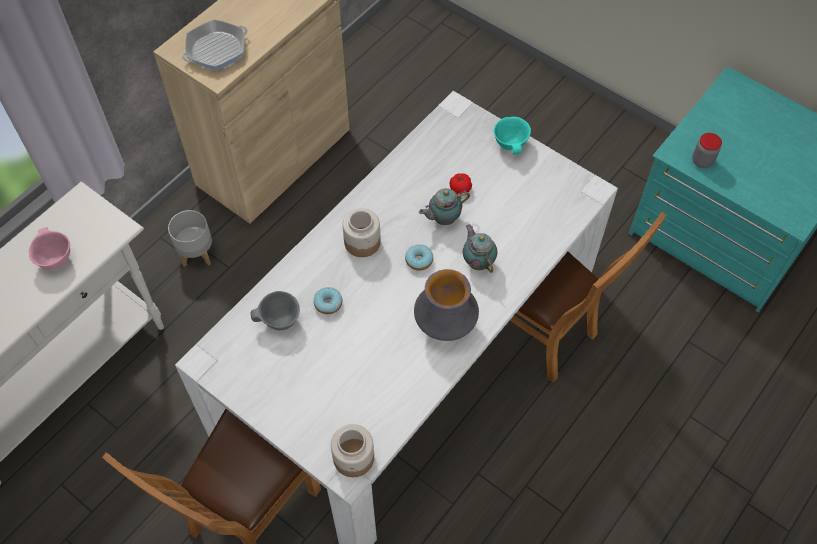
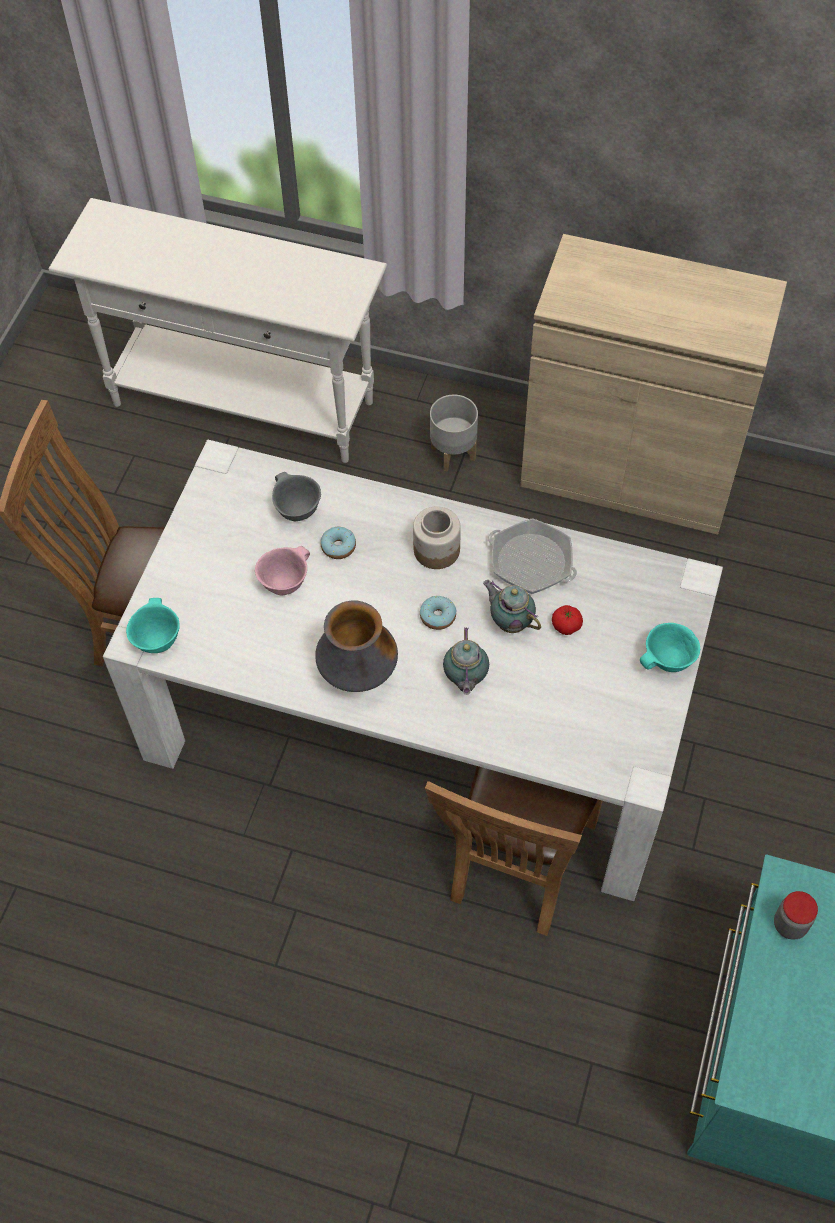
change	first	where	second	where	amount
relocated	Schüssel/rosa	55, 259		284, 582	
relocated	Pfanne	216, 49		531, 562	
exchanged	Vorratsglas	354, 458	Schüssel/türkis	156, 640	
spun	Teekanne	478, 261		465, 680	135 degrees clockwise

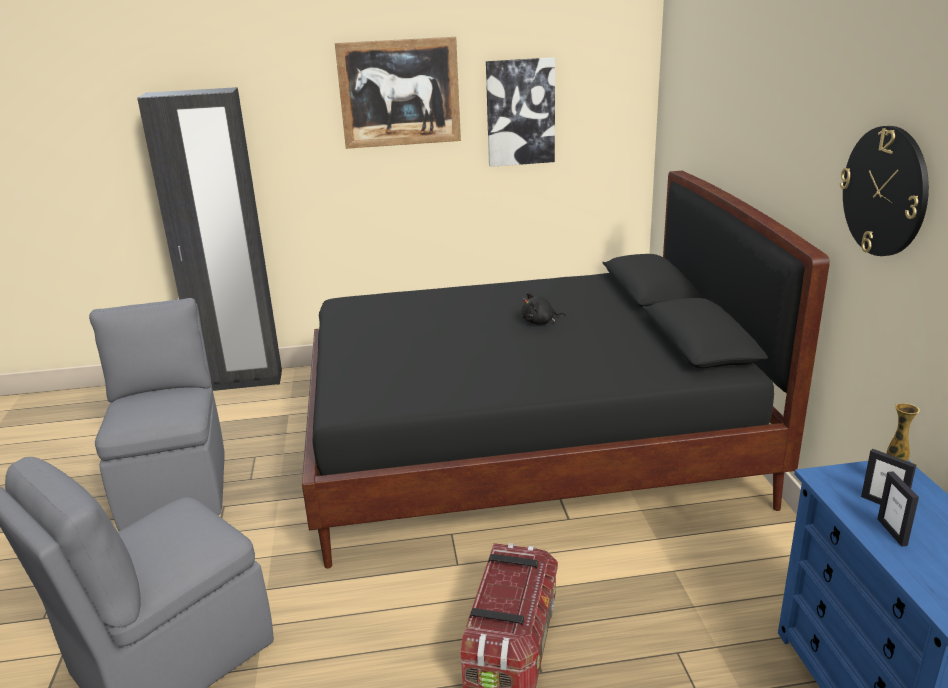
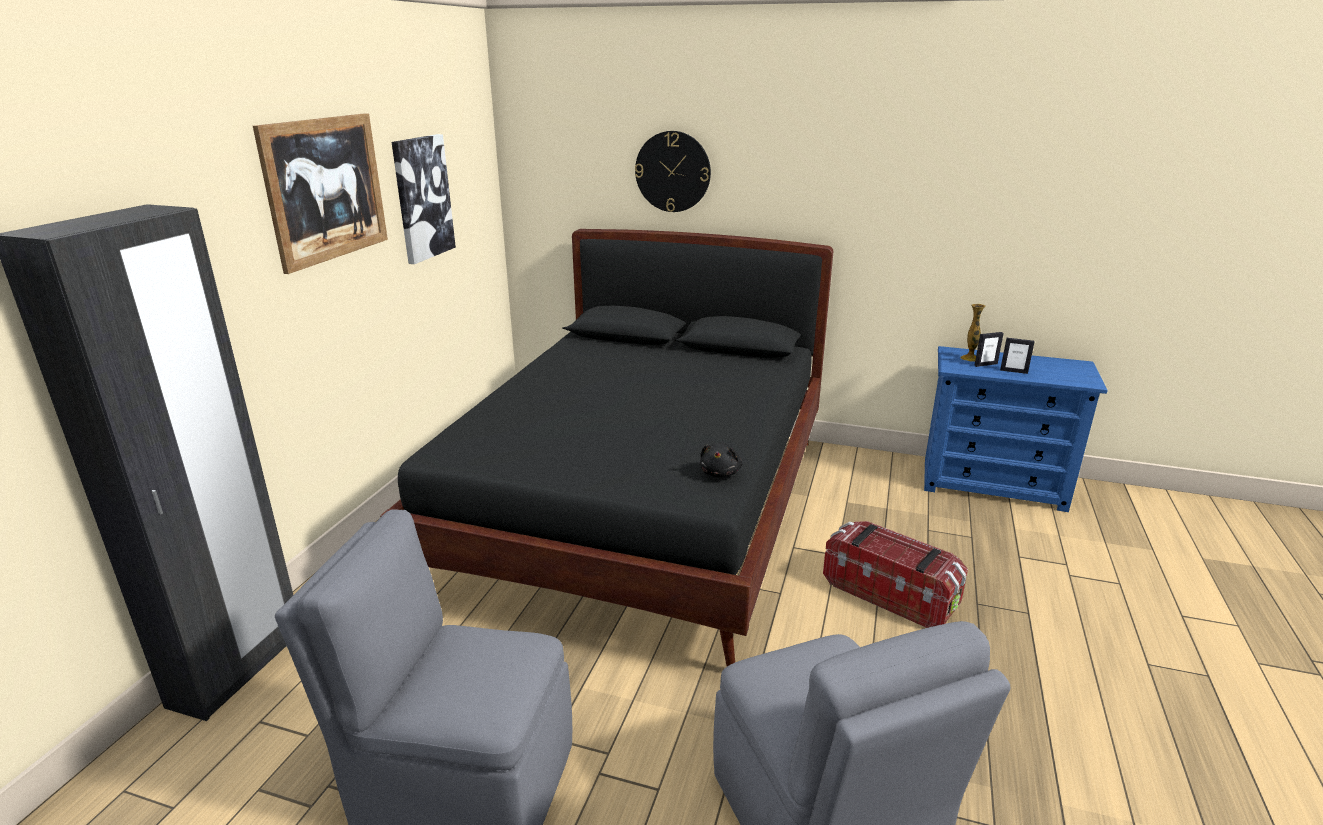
change	first	where	second	where	amount
relocated	Plüschtier/schwarz	540, 322		720, 473	
relocated	Wanduhr	885, 191		673, 171	

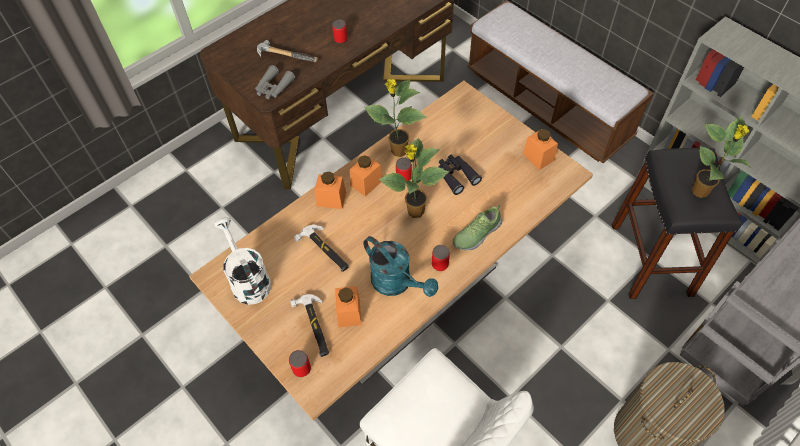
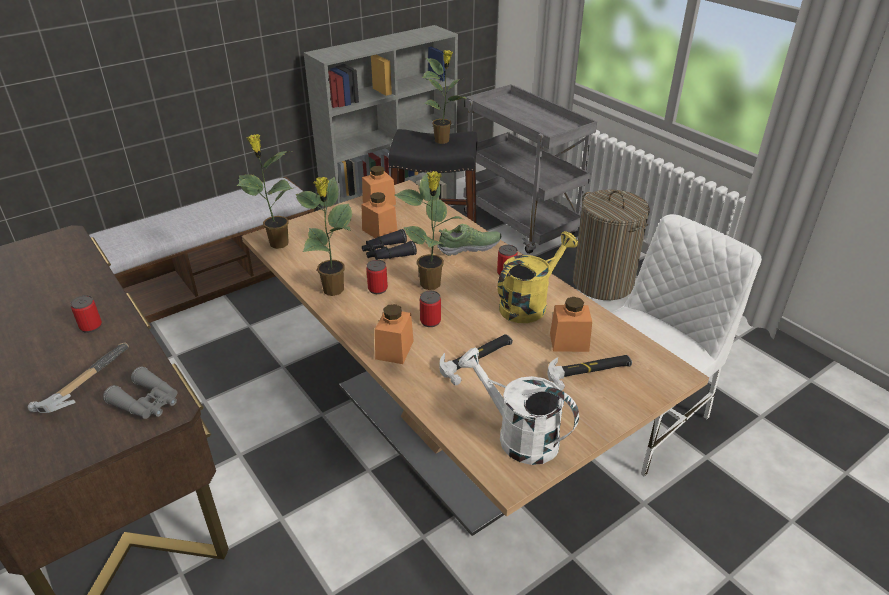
change	first	where	second	where	amount
spun	Gießkanne/weiß	247, 279		518, 436	60 degrees clockwise
relocated	Dose	301, 369		430, 321	
relocated	Vorratsglas/orange	366, 183		379, 231	
colour	Gießkanne/türkis	397, 283	Gießkanne/gelb	529, 304	
spun	Schuh	476, 234		469, 247	75 degrees counterclockwise
appeared			Topfpflanze	277, 243	

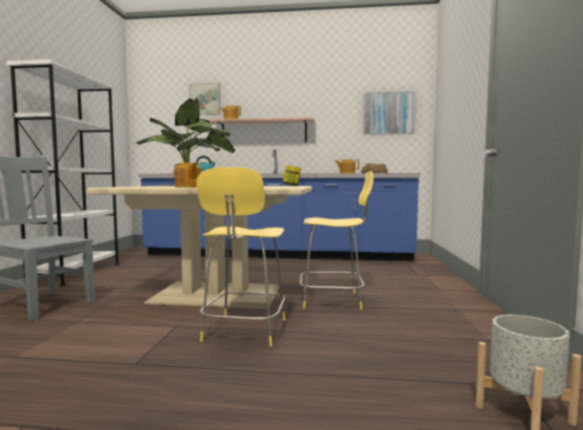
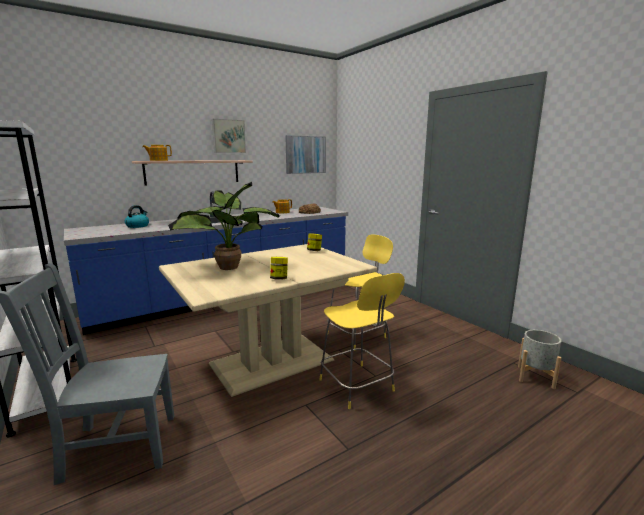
change	first	where	second	where	amount
exchanged	Teekanne	188, 187	Vorratsglas	279, 279	
relocated	Bild	205, 99		228, 136	

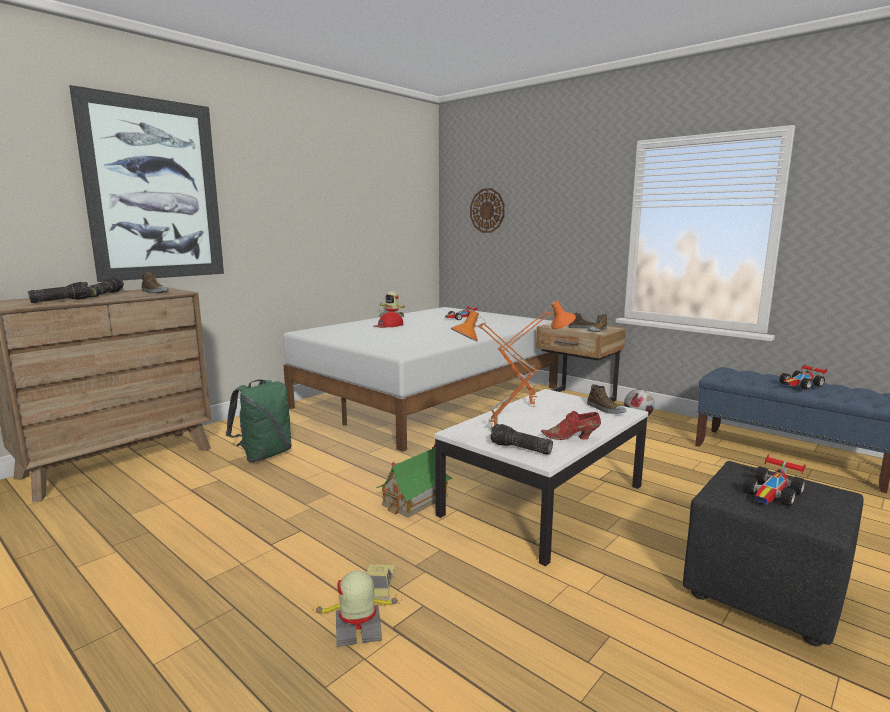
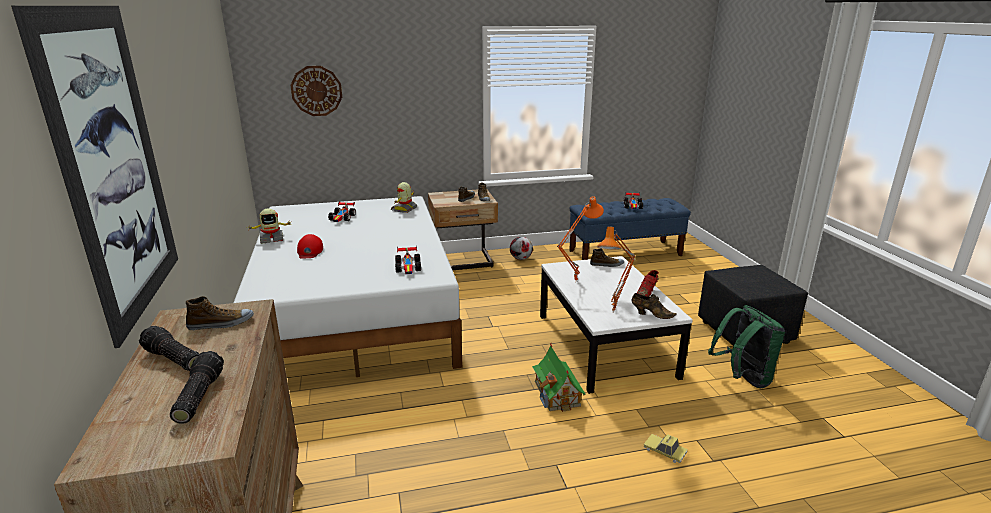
change	first	where	second	where	amount
relocated	Rucksack/grün	264, 455		742, 378	
relocated	Spielzeugroboter	358, 630		404, 209	
exchanged	Taschenlampe	520, 449	Schuh/braun	651, 314	
relocated	Spielzeugauto	774, 493		409, 267	

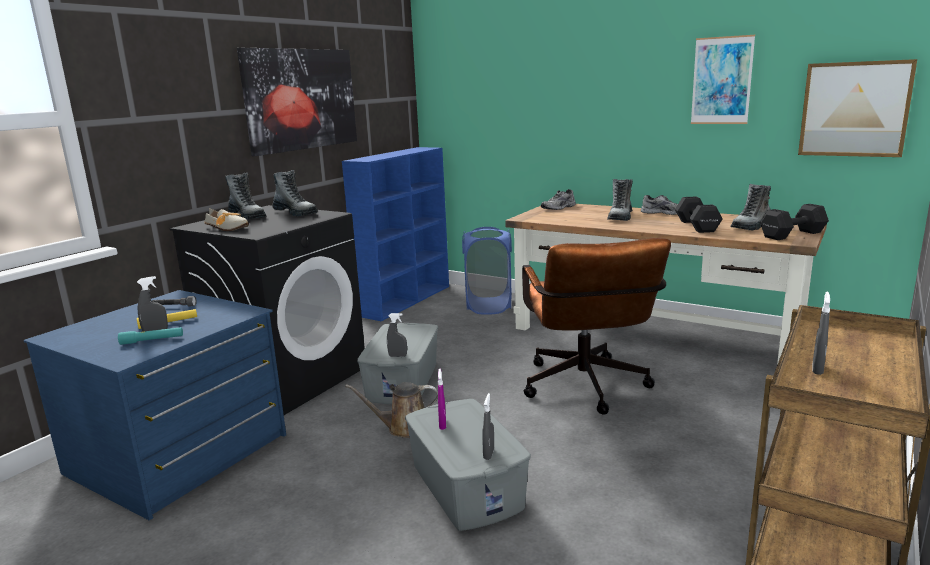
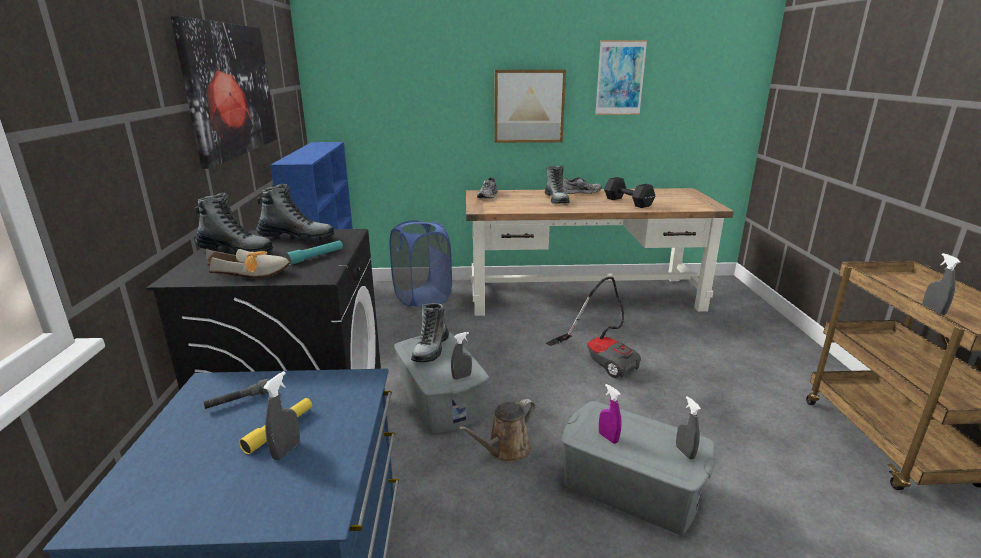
change	first	where	second	where	amount
relocated	Taschenlampe/türkis	152, 340		316, 257	
exchanged	Bürostuhl/braun	586, 390	Staubsauger	601, 359	
relocated	Stiefel	751, 226		431, 349	
missing	Hantel/schwarz	794, 234			
relocated	Bild	854, 109		529, 106	

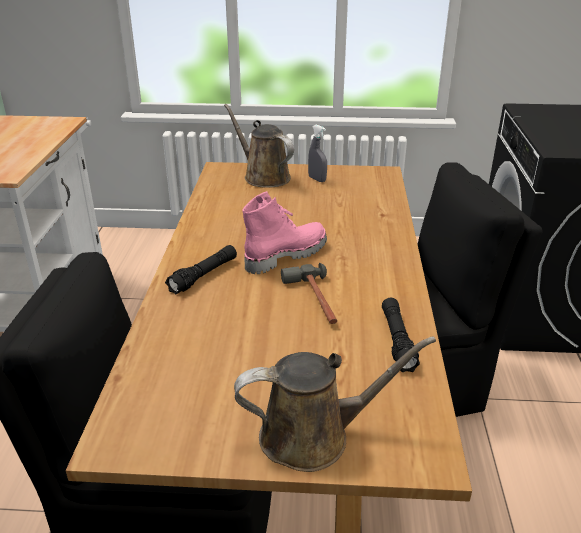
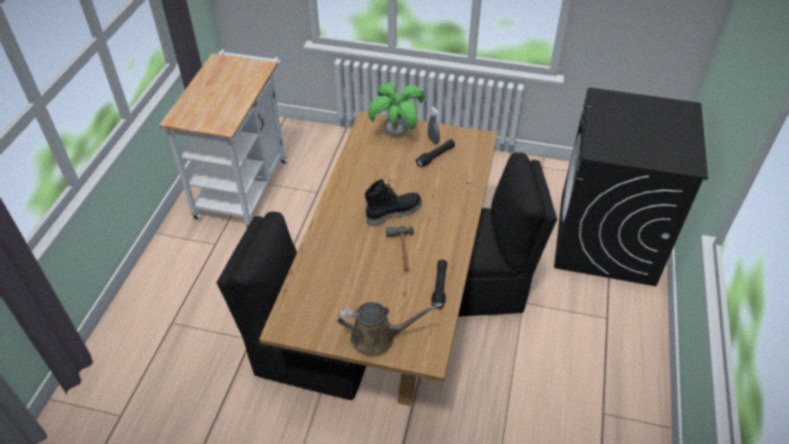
change	first	where	second	where	amount
relocated	Taschenlampe/schwarz	204, 276		435, 156	
exchanged	Gießkanne/braun	263, 176	Topfpflanze	396, 133	
colour	Stiefel/rosa	285, 255	Stiefel/schwarz	393, 212	

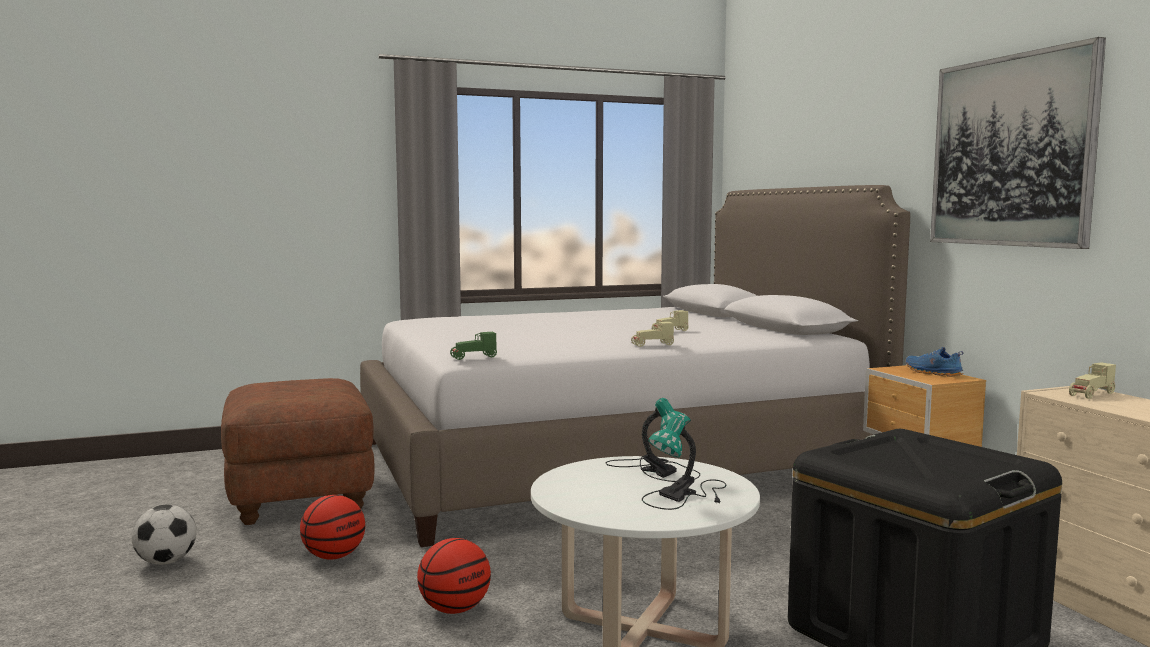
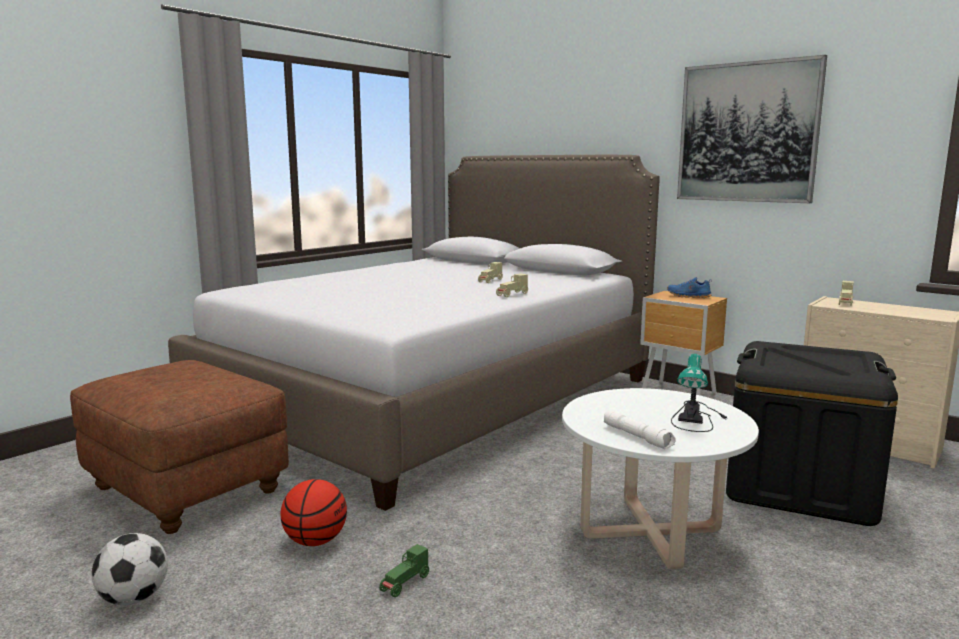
change	first	where	second	where	amount
missing	Basketball	454, 609			
relocated	Spielzeugauto/grün	473, 357		405, 584	
missing	Tischlampe	656, 470			
appeared			Taschenlampe/weiß	638, 437	

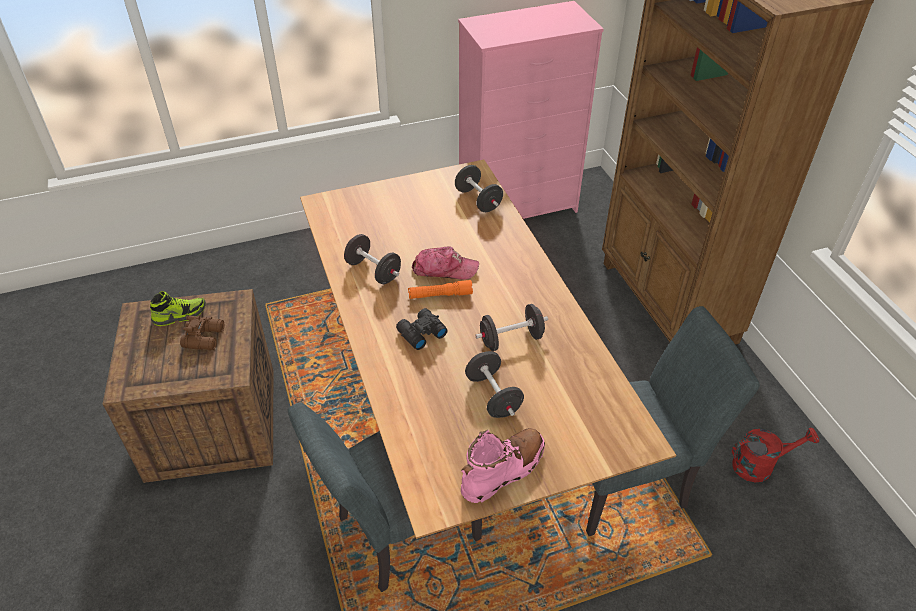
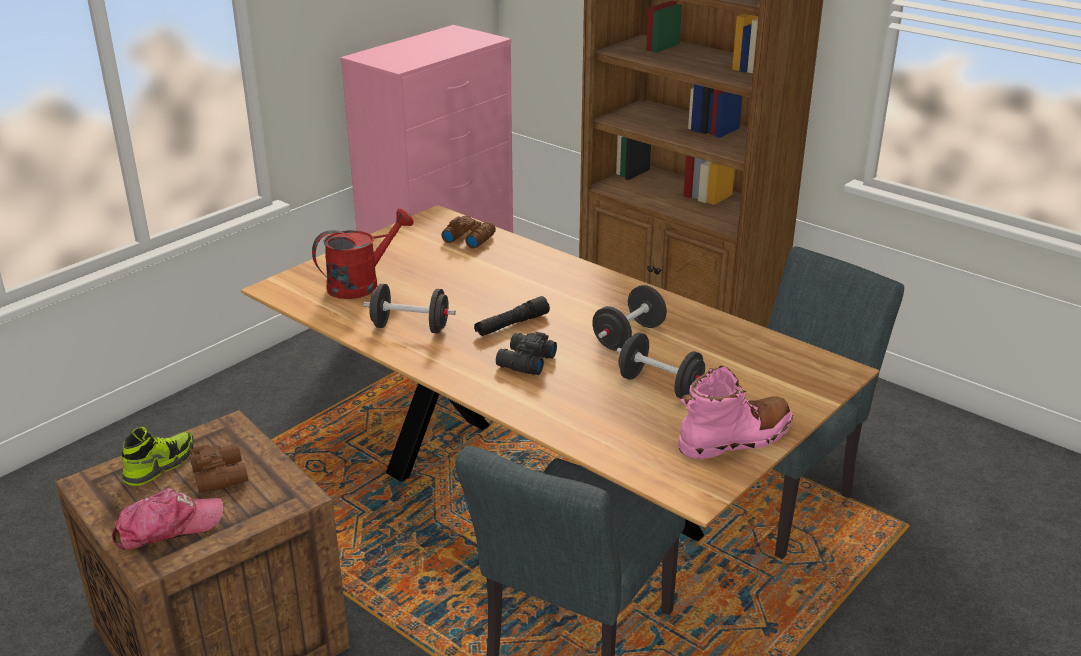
change	first	where	second	where	amount
colour	Taschenlampe/orange	440, 295	Taschenlampe/schwarz	512, 325	
relocated	Kappe	444, 269		168, 527	
exchanged	Hantel/schwarz	478, 200	Fernglas/braun	468, 238	
spun	Stiefel/rosa	503, 470		735, 439	45 degrees clockwise
relocated	Gießkanne/rot	759, 465		361, 284	

